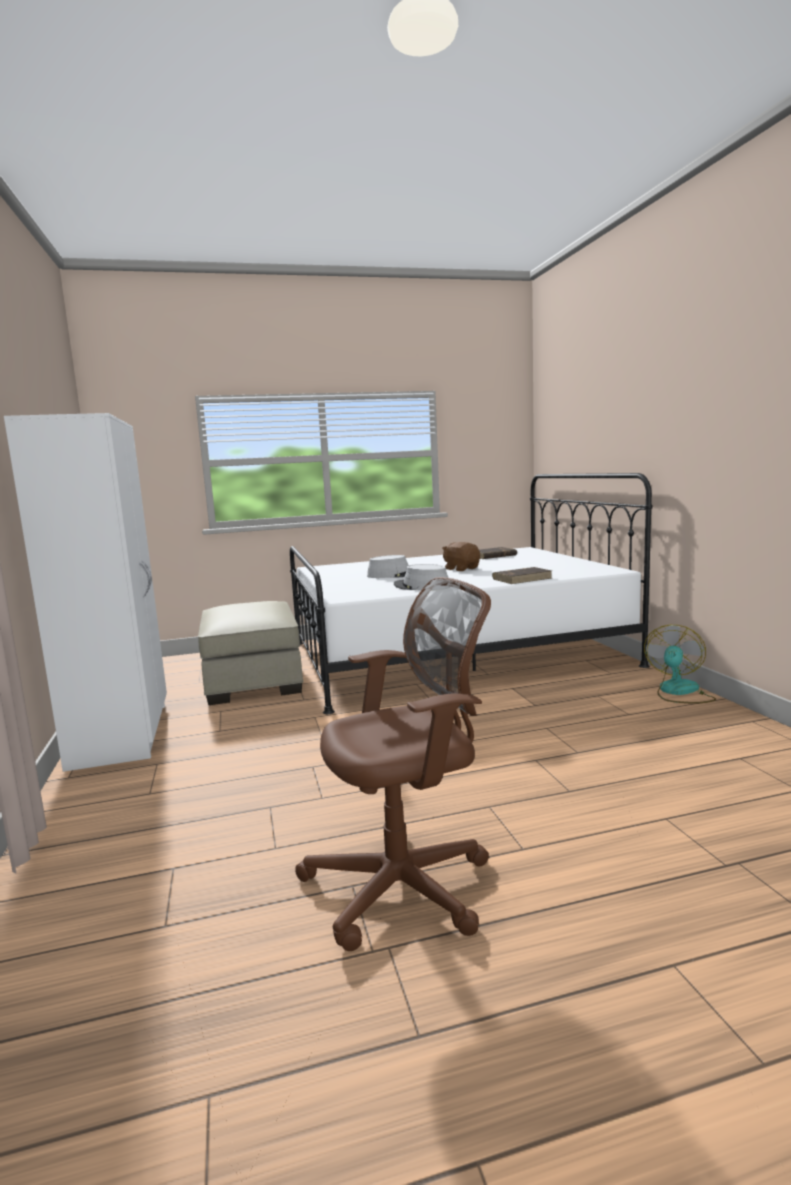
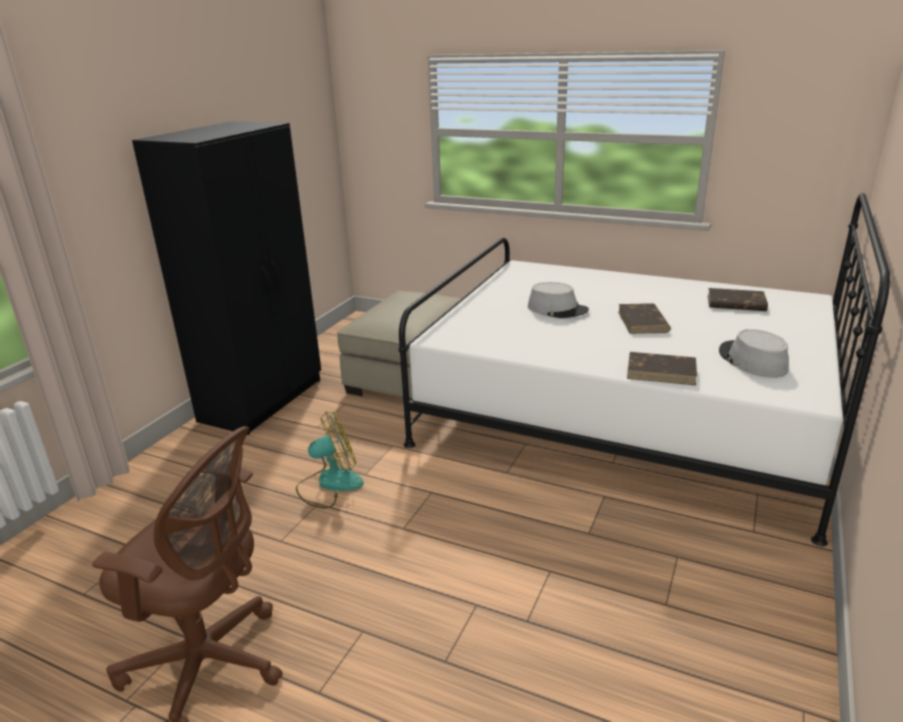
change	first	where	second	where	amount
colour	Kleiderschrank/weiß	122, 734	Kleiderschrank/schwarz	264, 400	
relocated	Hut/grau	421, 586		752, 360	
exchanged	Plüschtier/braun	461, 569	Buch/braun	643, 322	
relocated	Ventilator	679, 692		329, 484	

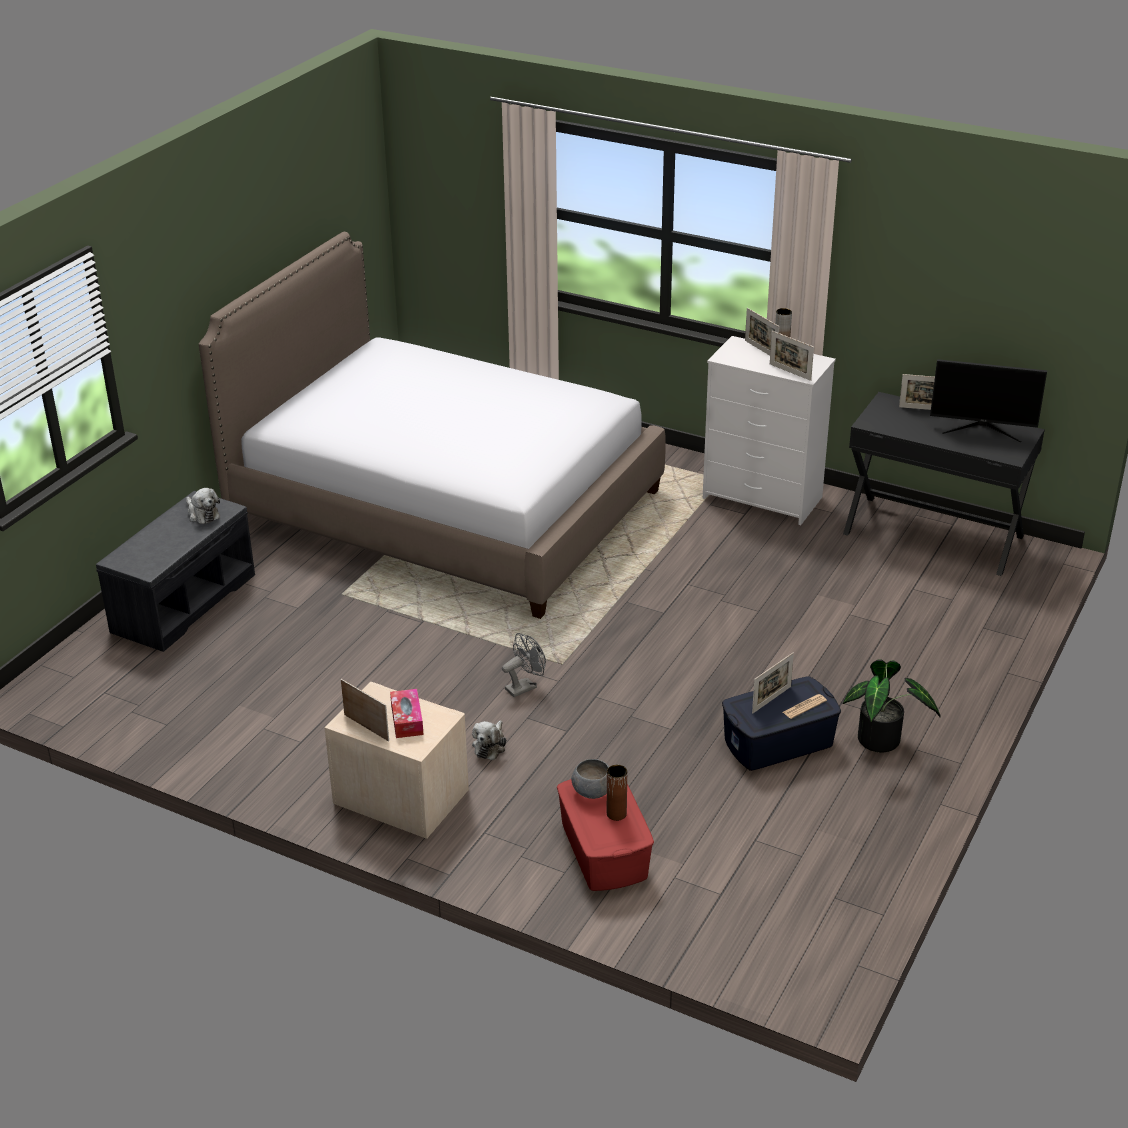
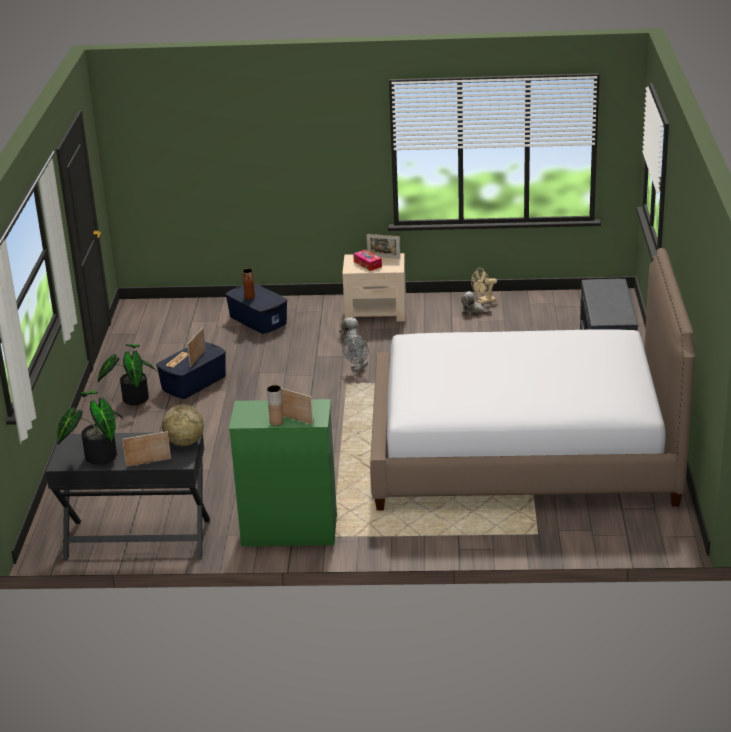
change	first	where	second	where	amount
relocated	Plüschtier	202, 514		474, 312	
colour	Aufbewahrungsbox/rot	603, 851	Aufbewahrungsbox/blau	258, 320	
missing	Schüssel/grau	592, 791			
colour	Kommode/weiß	763, 498	Kommode/grün	288, 530	
missing	Bilderrahmen	790, 372			
exchanged	Monitor	982, 429	Topfpflanze	97, 456	
appeared			Globus	184, 443	
appeared			Ventilator/beige	483, 301	

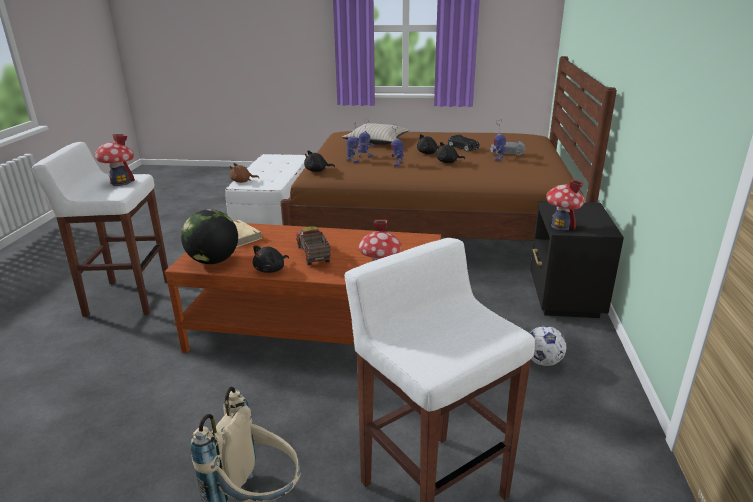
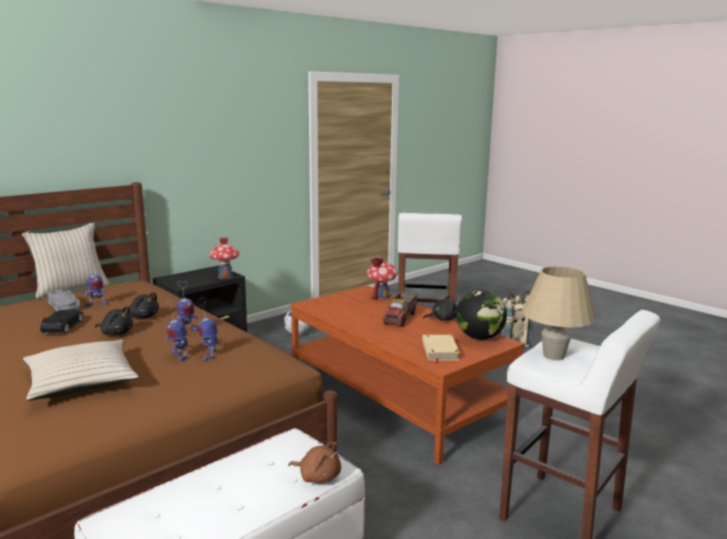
change	first	where	second	where	amount
exchanged	Spielzeughaus	120, 182	Tischlampe/beige	554, 356	
missing	Plüschtier/schwarz	317, 171			
appeared			Kissen/beige	70, 289	

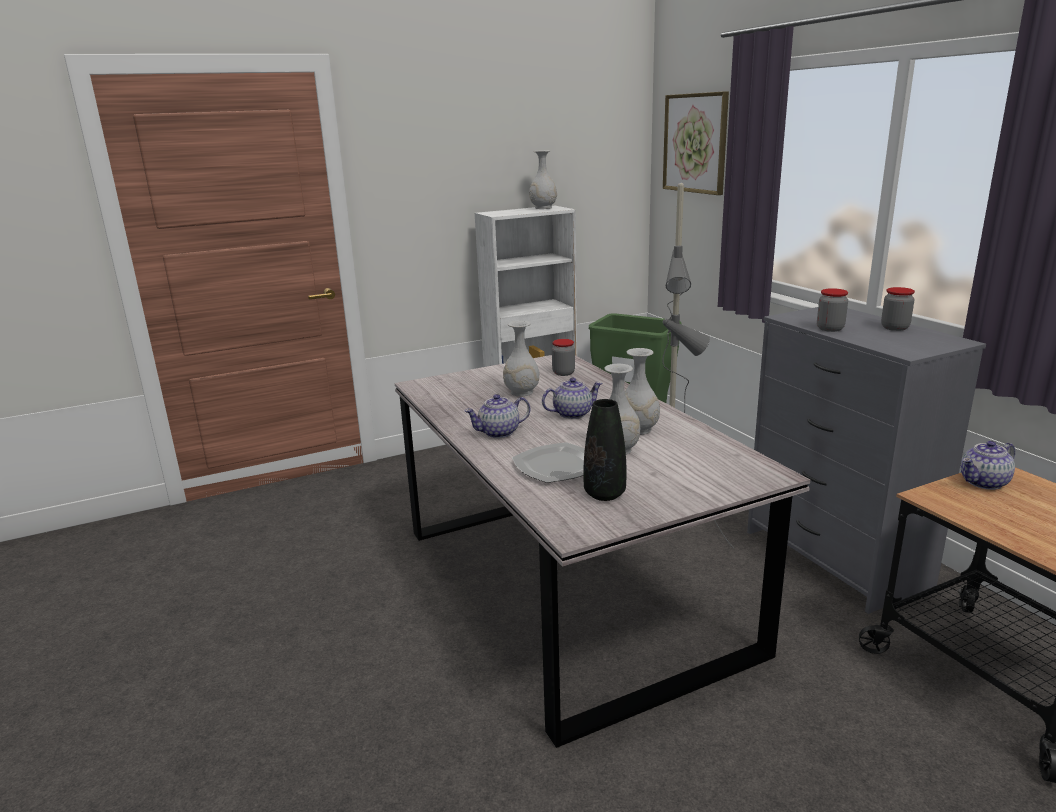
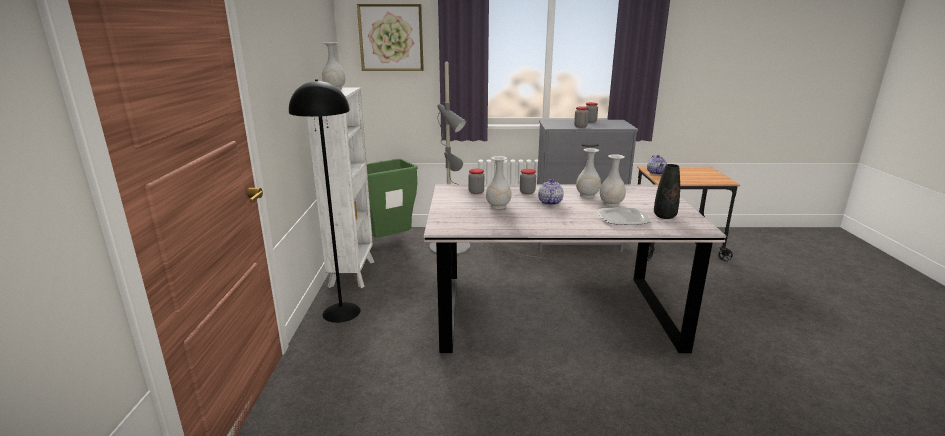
change	first	where	second	where	amount
missing	Teekanne	499, 433			
appeared			Stehlampe/schwarz	341, 312	
appeared			Vorratsglas	527, 192	

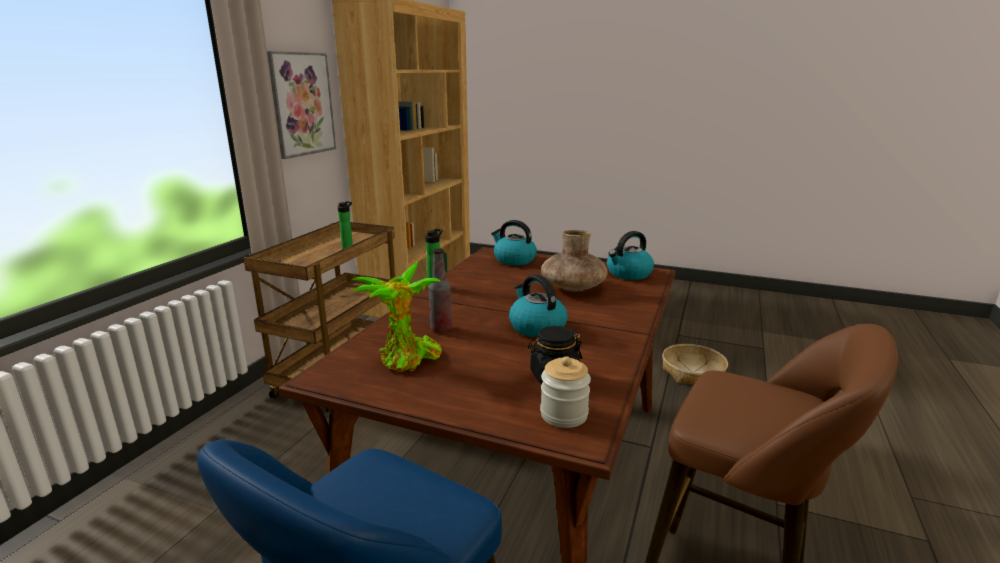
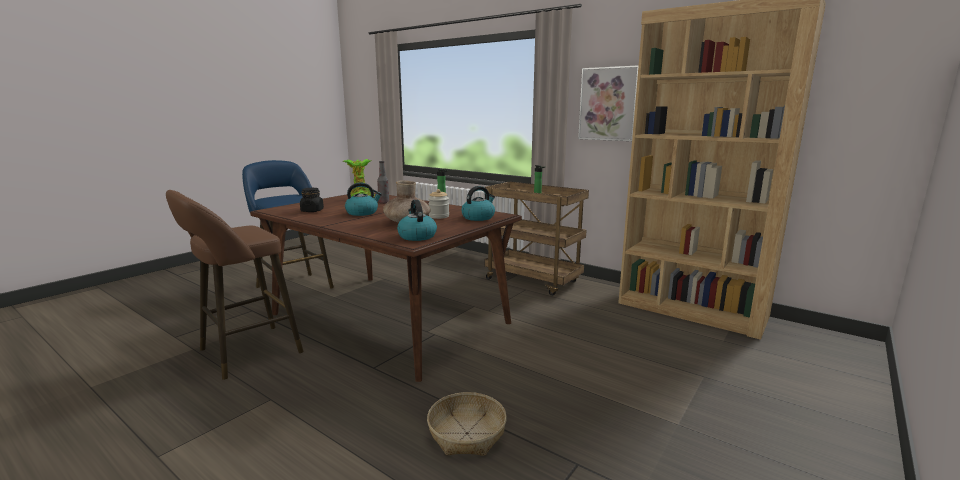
change	first	where	second	where	amount
relocated	Vorratsglas	564, 414		439, 216	

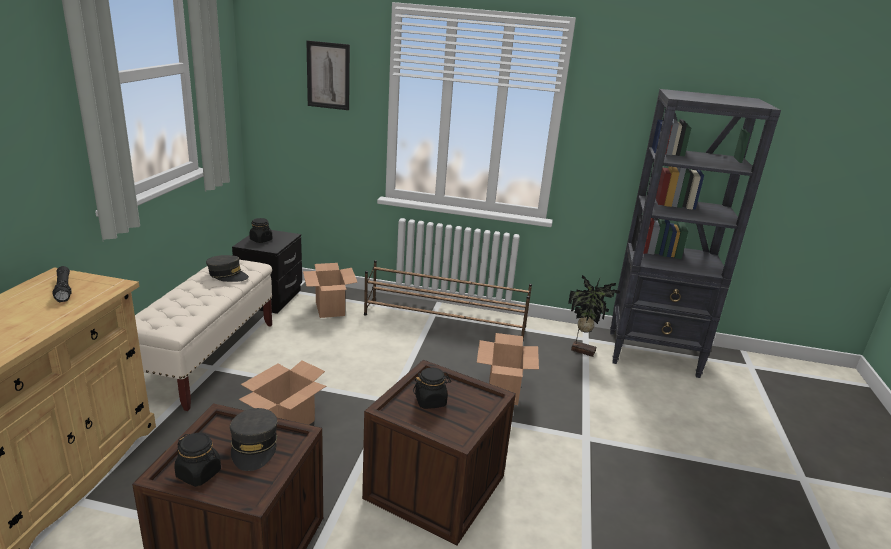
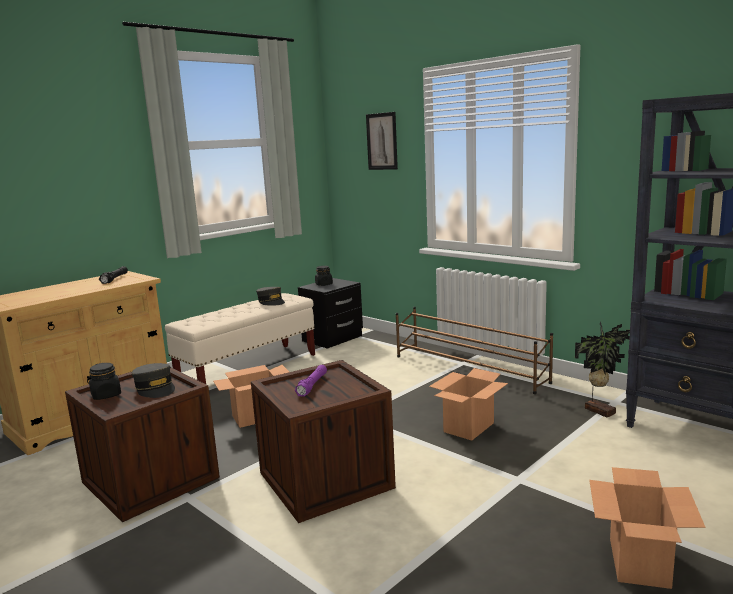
change	first	where	second	where	amount
spun	Kappe/grau	254, 446		155, 388	60 degrees counterclockwise
relocated	Karton	330, 309		639, 563	
exchanged	Vorratsglas/schwarz	430, 401	Taschenlampe/lila	312, 385	

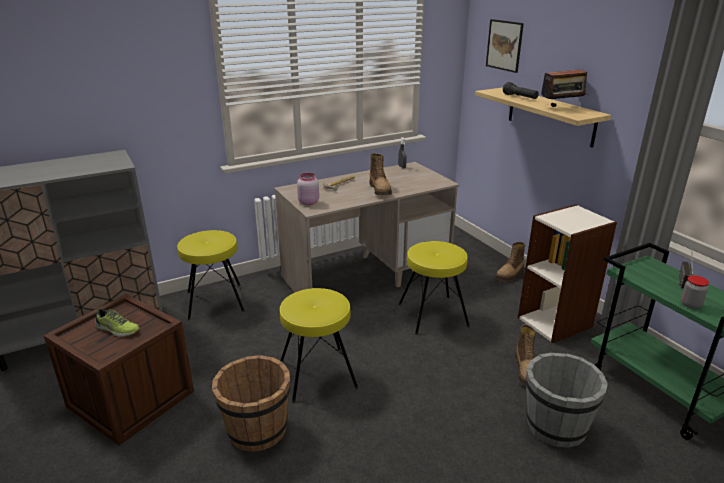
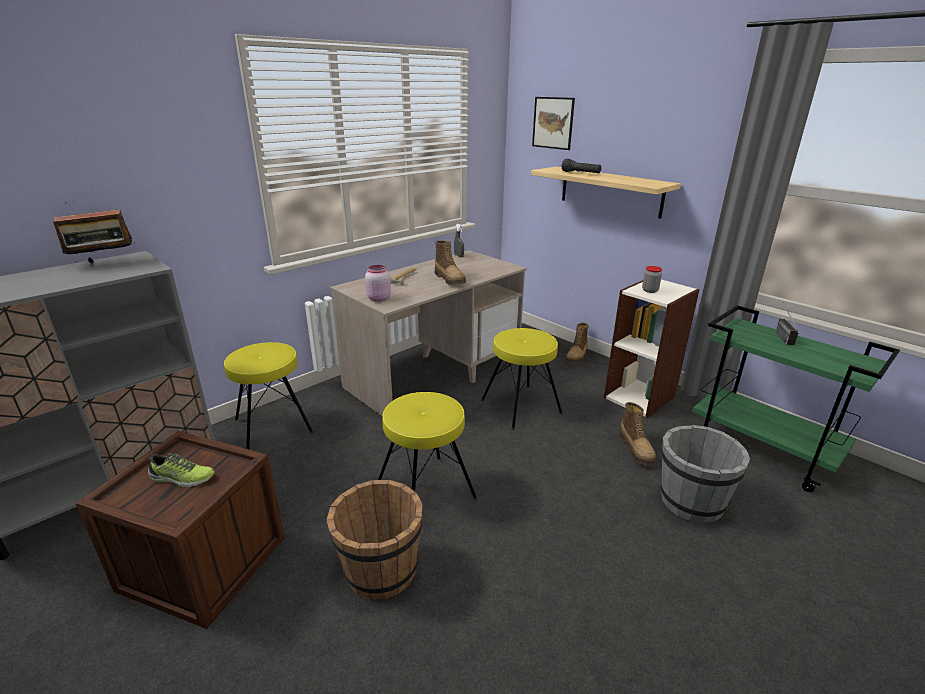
change	first	where	second	where	amount
relocated	Radio	561, 107		104, 263	
relocated	Vorratsglas	690, 304		650, 290	

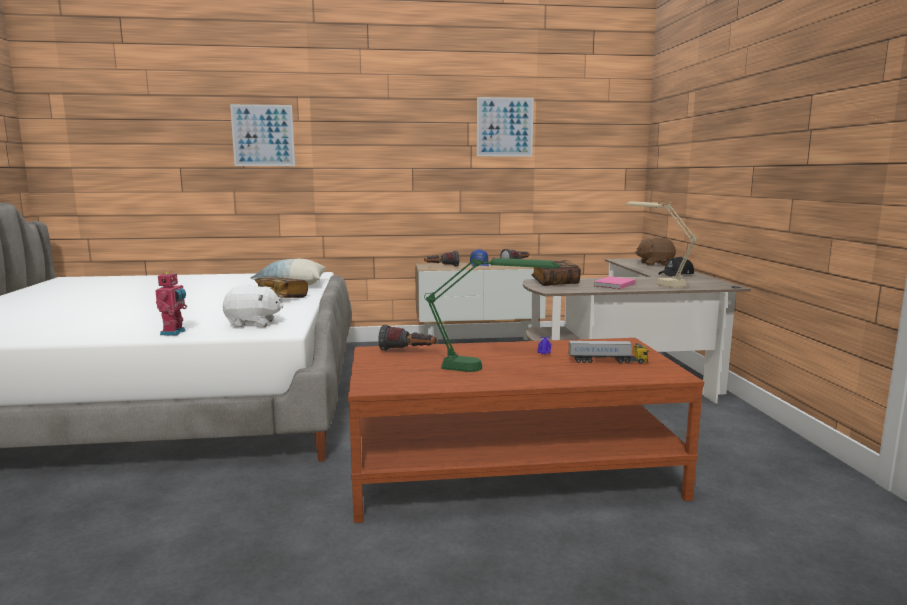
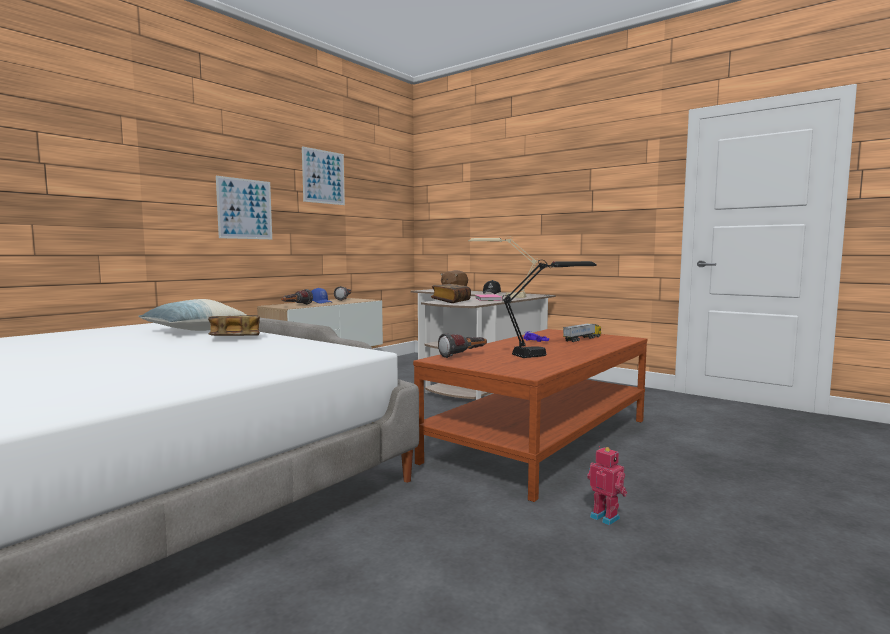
change	first	where	second	where	amount
relocated	Spielzeugroboter	174, 333		606, 517	
missing	Plüschtier/weiß	253, 323			
relocated	Bild	263, 135		245, 209	
colour	Tischlampe/grün	487, 369	Tischlampe/schwarz	548, 353	

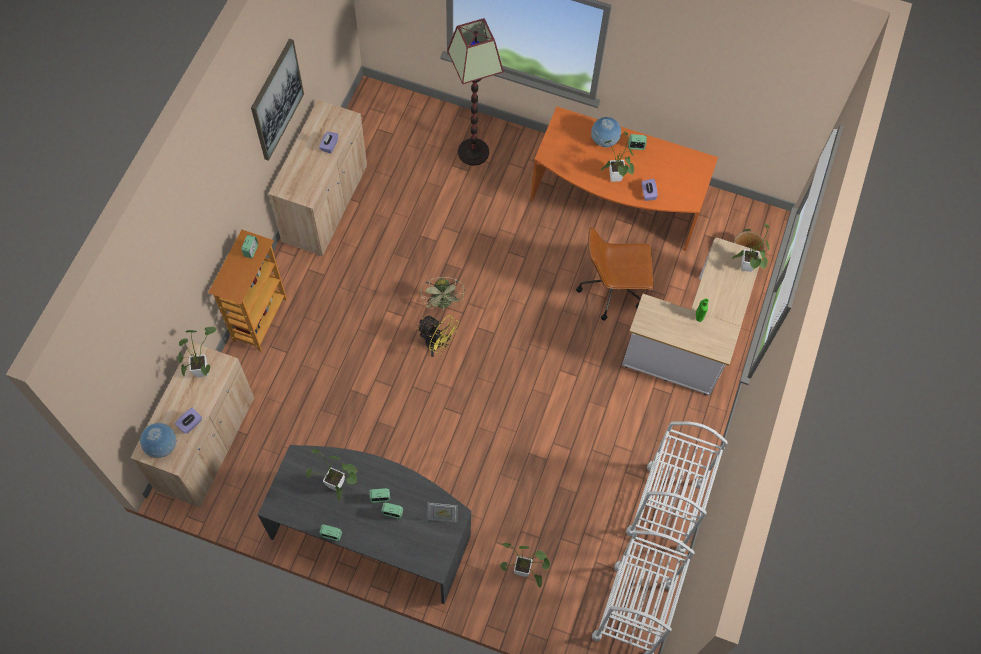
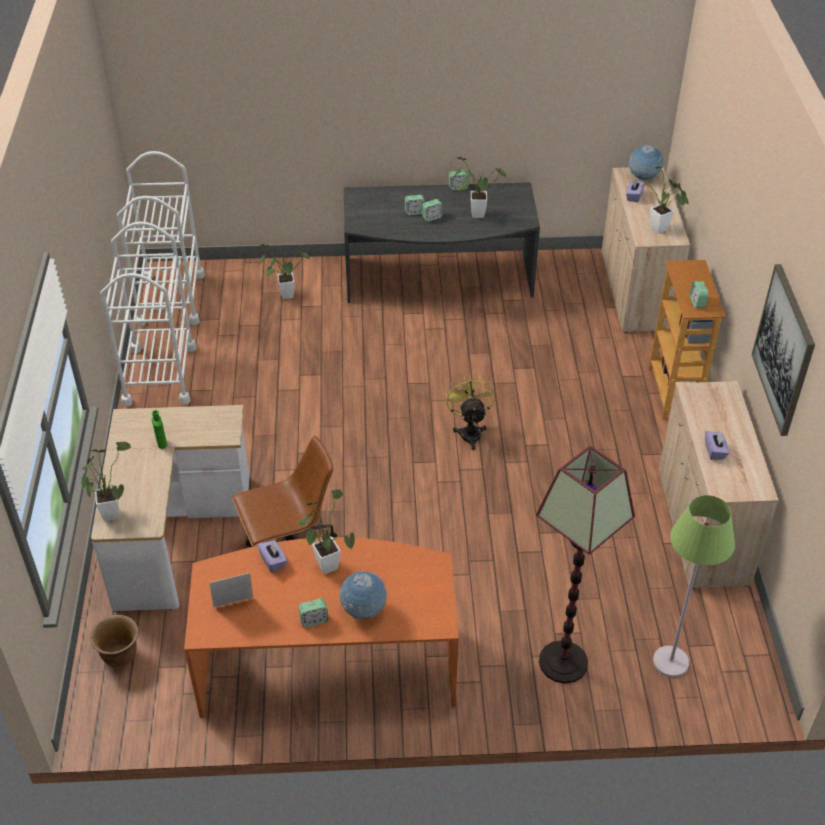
change	first	where	second	where	amount
spun	Ventilator/gelb	437, 345		470, 431	75 degrees clockwise
missing	Ventilator/grün	443, 303			
relocated	Bilderrahmen	442, 518		234, 605	
appeared			Stehlampe/grün	670, 662	

